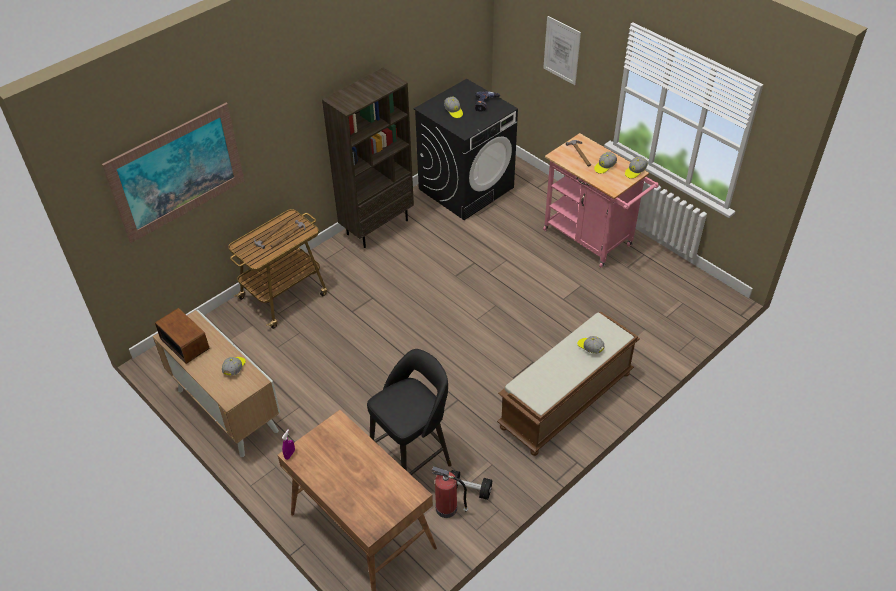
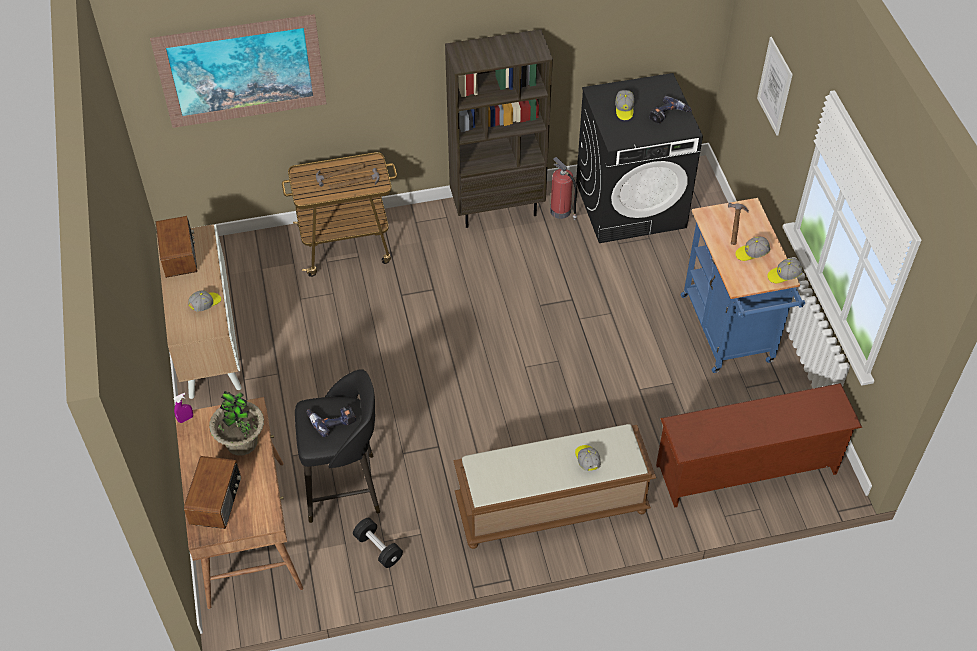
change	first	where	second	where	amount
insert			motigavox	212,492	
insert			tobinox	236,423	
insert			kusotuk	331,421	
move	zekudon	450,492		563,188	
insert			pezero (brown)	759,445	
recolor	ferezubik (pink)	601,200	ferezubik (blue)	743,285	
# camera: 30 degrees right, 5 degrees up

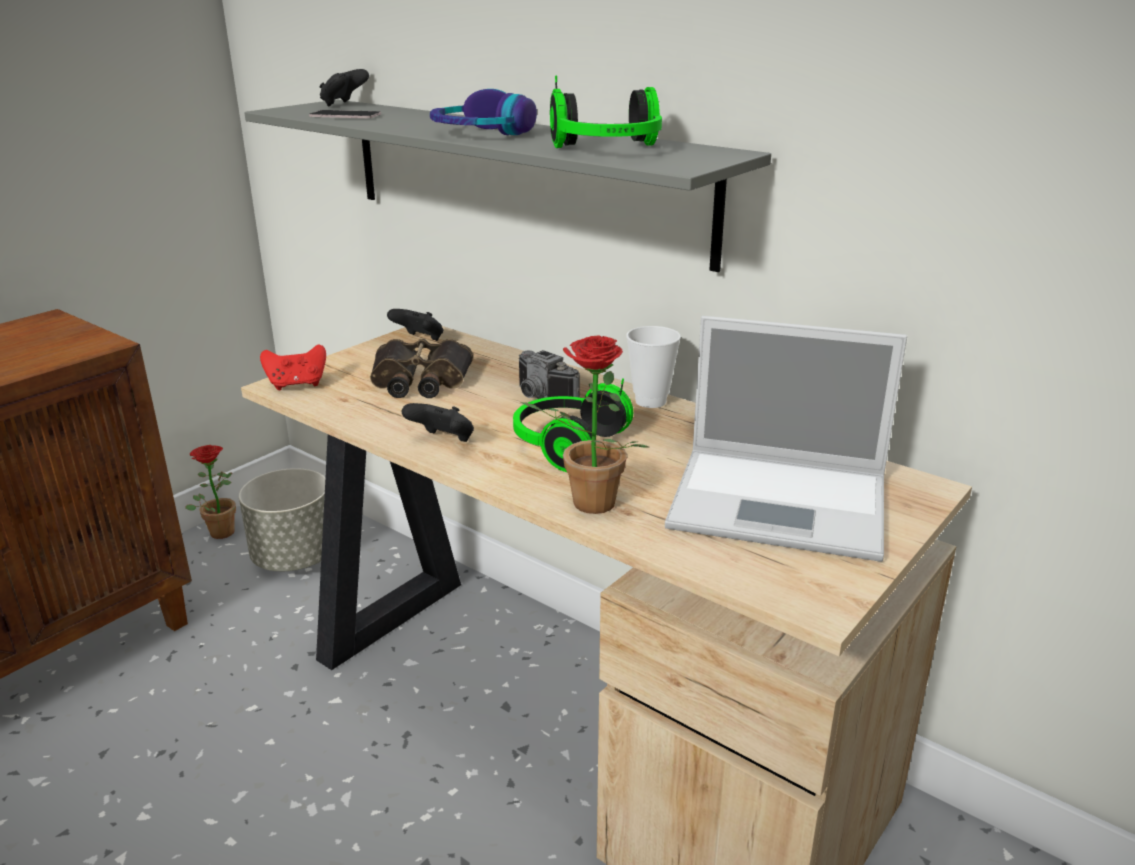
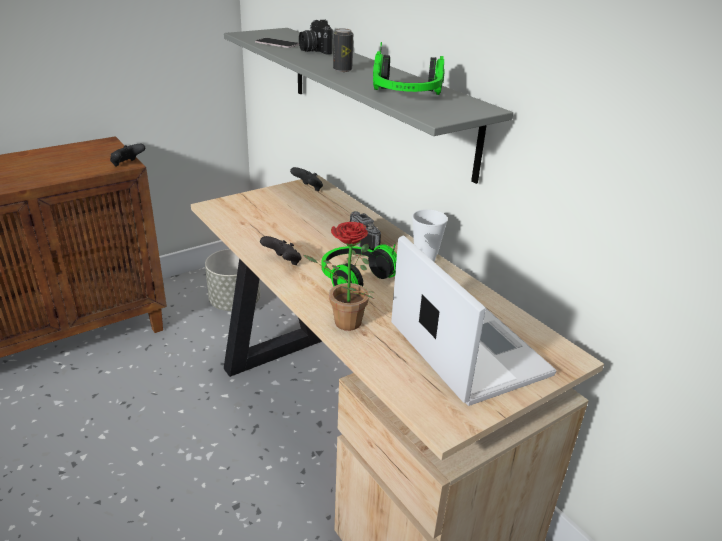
change	first	where	second	where	amount
move	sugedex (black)	344,87		127,155	
insert			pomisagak	316,37	
replace	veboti	483,112	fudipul	343,50	
rotate	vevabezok	786,439		473,320	150 degrees counterclockwise
delete	tobinox	210,492			
delete	sugedex (red)	293,367			
delete	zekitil	421,368			
# camera: 15 degrees right, 5 degrees up

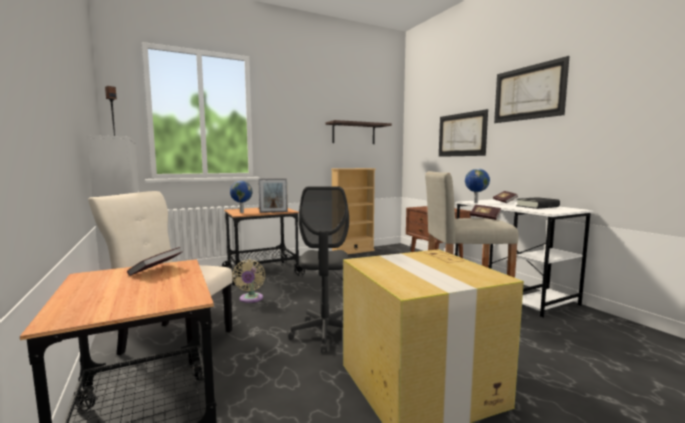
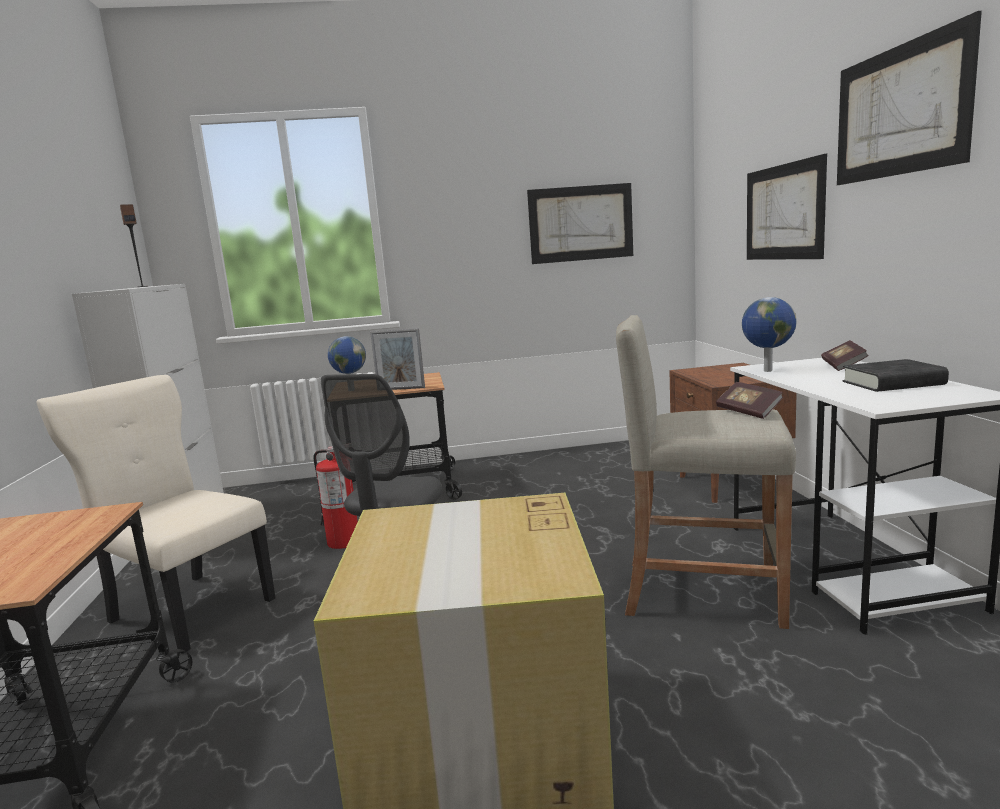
change	first	where	second	where	amount
replace	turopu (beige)	248,281	zekudon	335,497	
replace	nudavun	359,132	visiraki	580,223	
delete	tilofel	154,261			
delete	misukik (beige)	353,211			
# camera: 20 degrees right, 5 degrees up

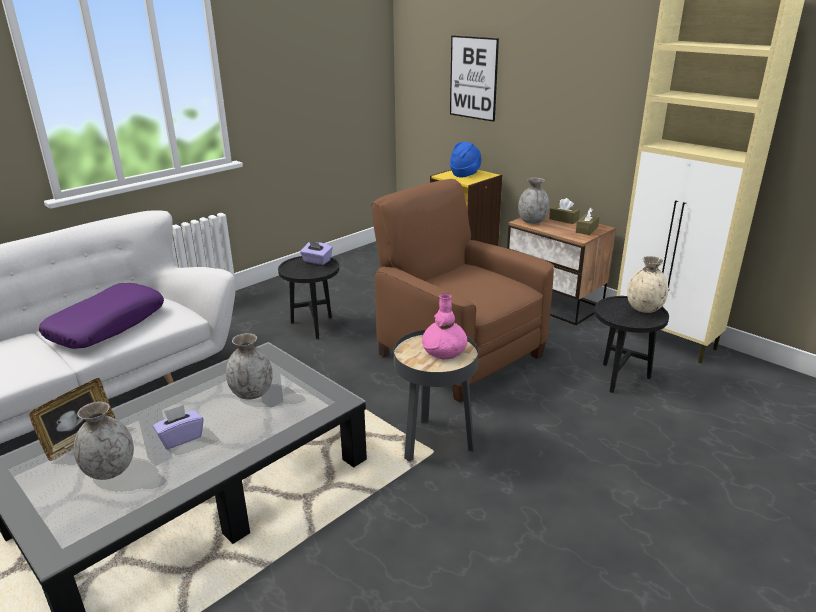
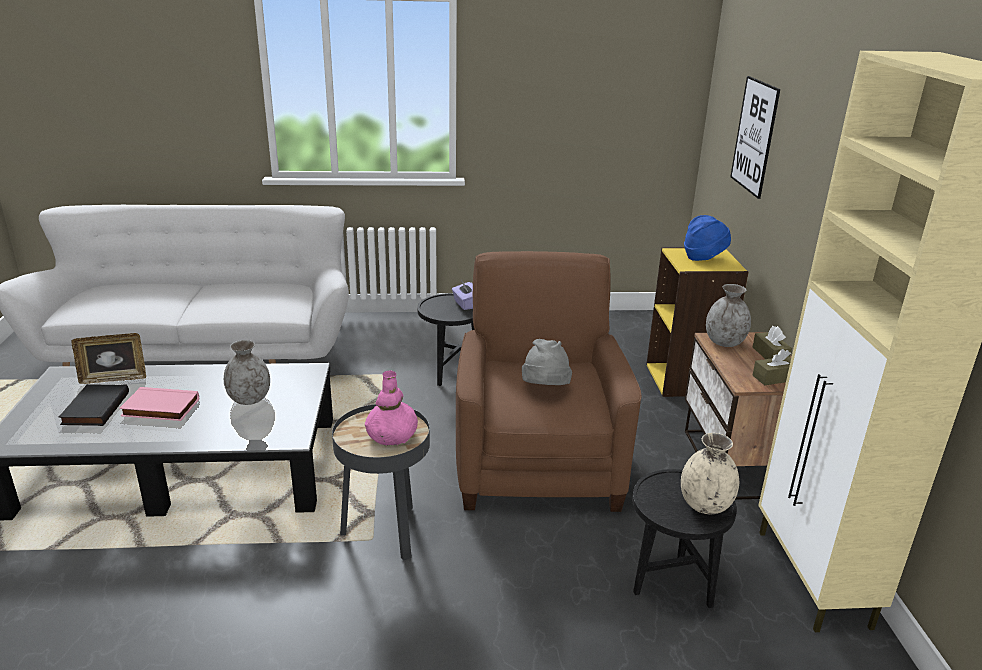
change	first	where	second	where	amount
replace	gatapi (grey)	104,441	tilofel (black)	94,405	
replace	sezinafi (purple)	178,427	tilofel (pink)	159,404	
insert			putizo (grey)	547,362	
delete	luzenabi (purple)	101,316			
# camera: 40 degrees right, 0 degrees up

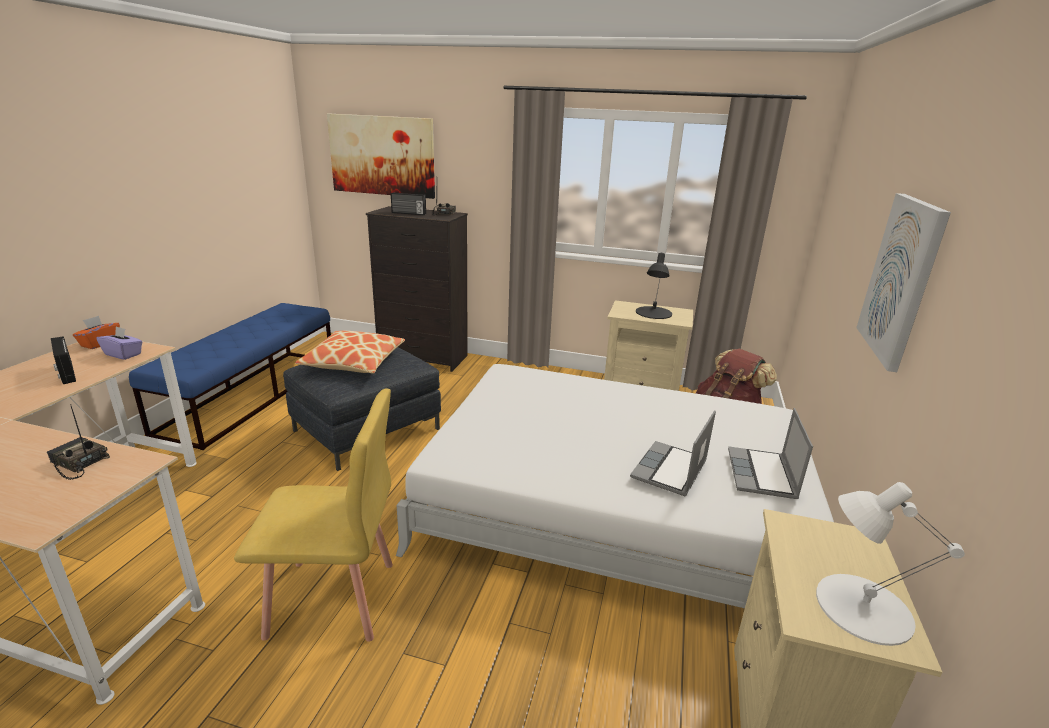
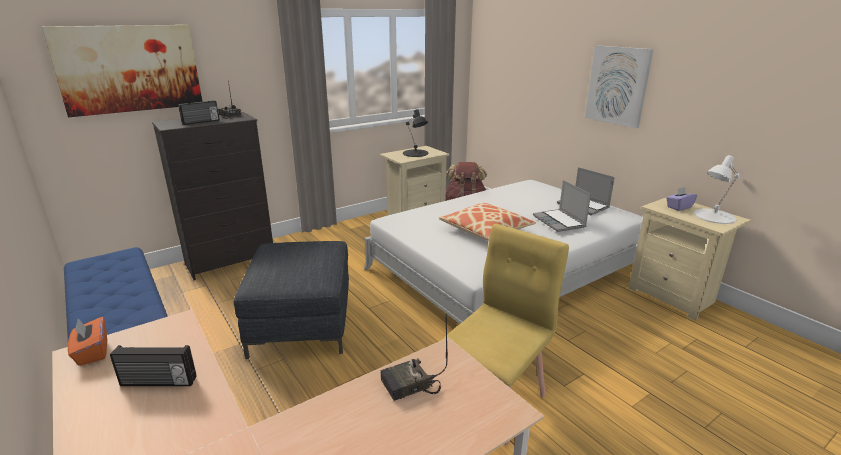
change	first	where	second	where	amount
move	luzenabi	350,352		487,222	
move	sezinafi (purple)	119,343		681,199	
# camera: 50 degrees left, 0 degrees up

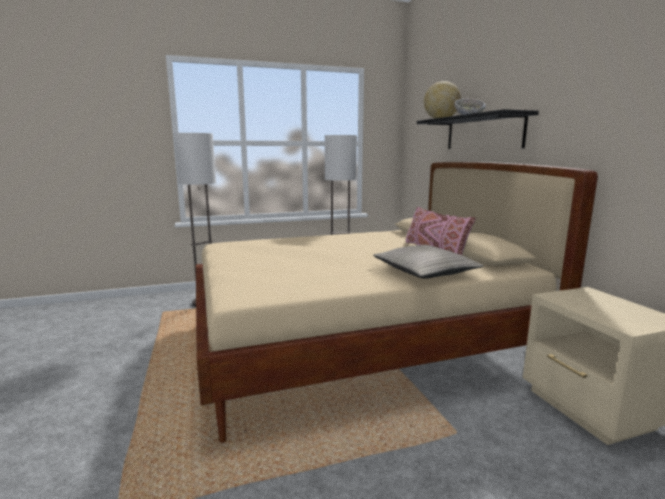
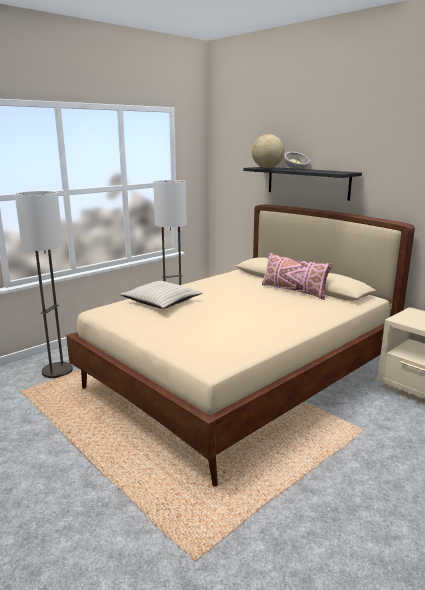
change	first	where	second	where	amount
move	luzenabi (beige)	428,262		161,295	
# camera: 25 degrees left, 5 degrees up

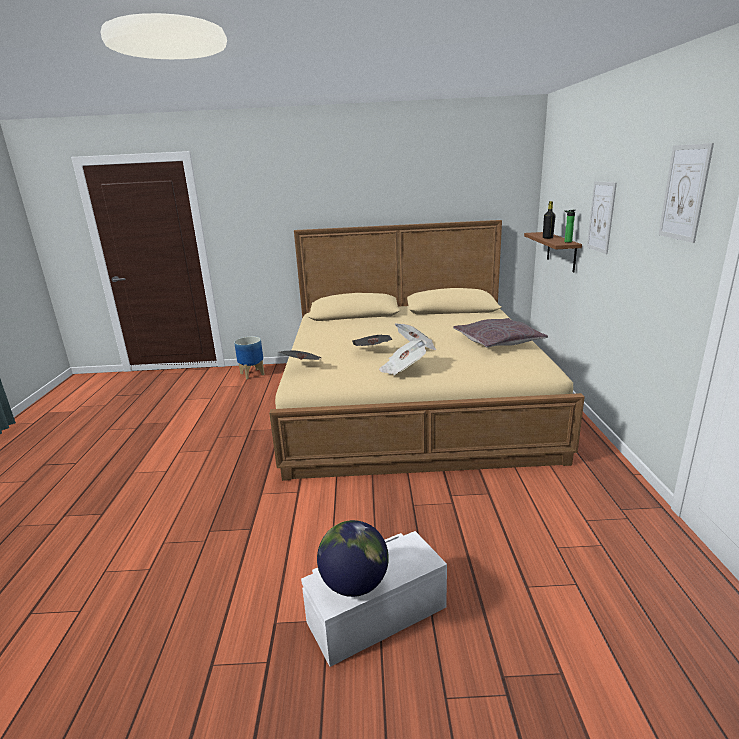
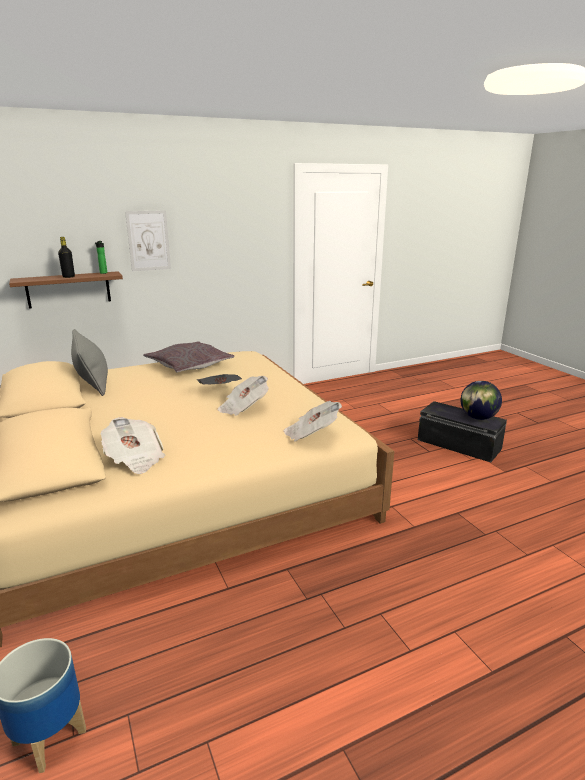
change	first	where	second	where	amount
insert			luzenabi (grey)	89,362	
move	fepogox	403,357		133,445	
recolor	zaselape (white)	374,599	zaselape (black)	462,431	
delete	visiraki	686,193			
# camera: 115 degrees left, 0 degrees up

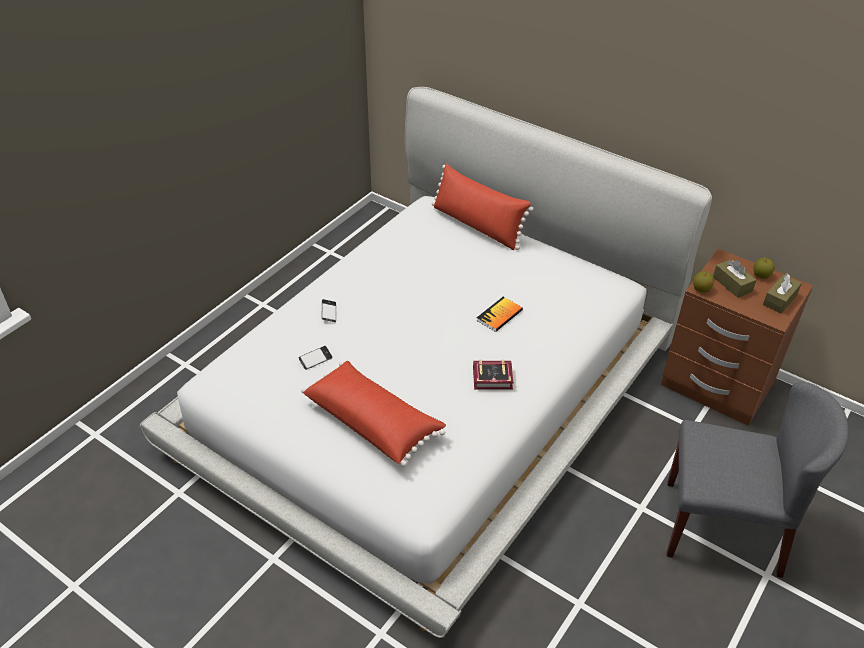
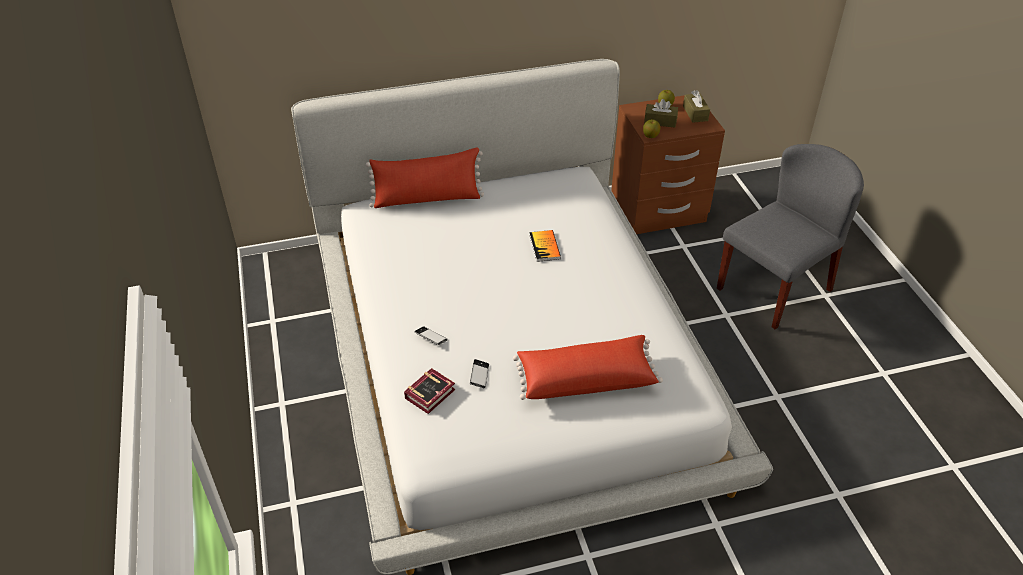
change	first	where	second	where	amount
move	tilofel	493,375		429,391	
# camera: 50 degrees left, 0 degrees up

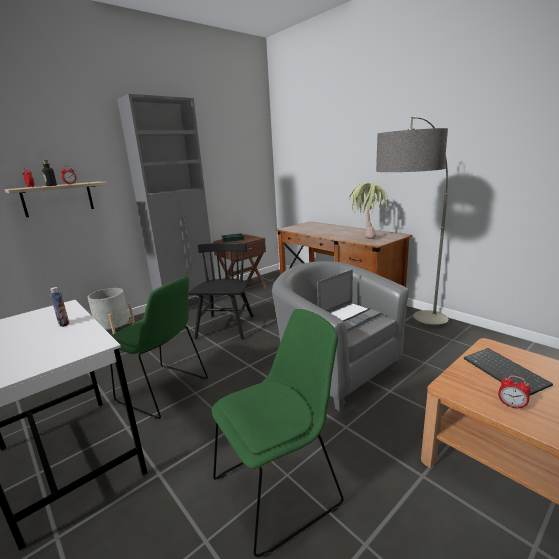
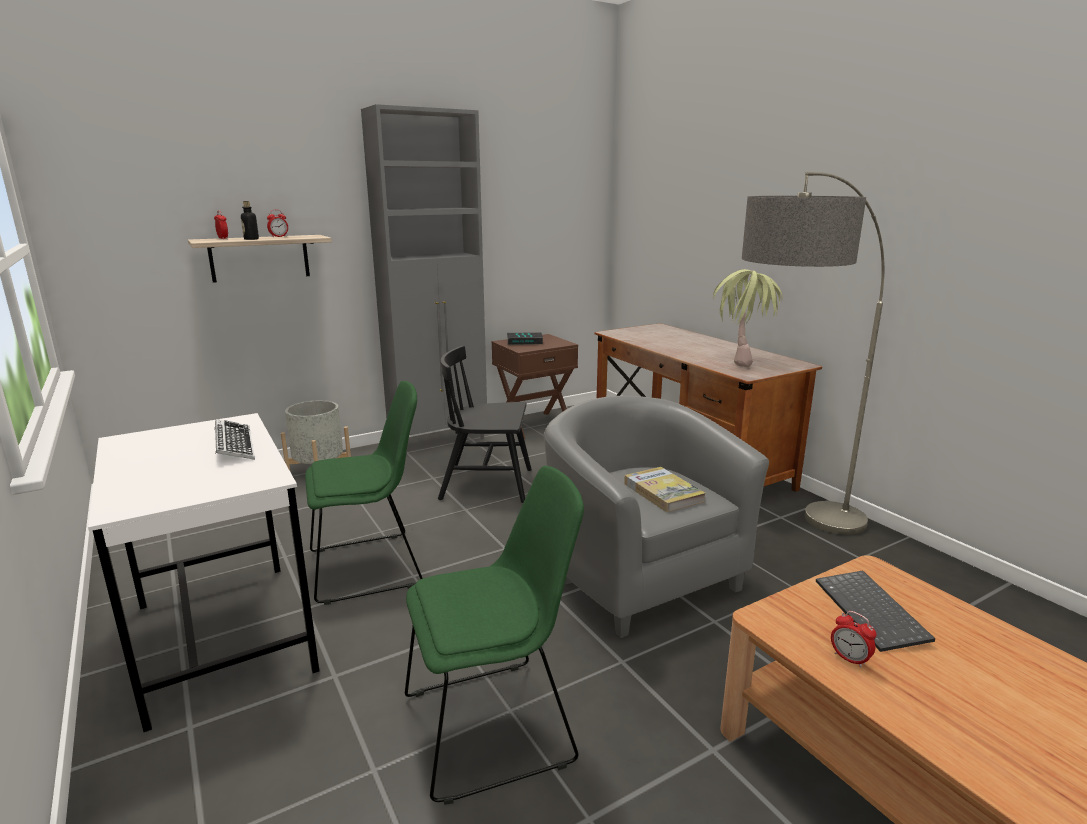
change	first	where	second	where	amount
replace	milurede	59,307	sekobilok	234,439	
rotate	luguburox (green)	159,348		364,493	60 degrees counterclockwise
rotate	luguburox (black)	220,291		485,424	105 degrees counterclockwise
replace	vevabezok	349,300	tilofel	665,489	
# camera: 10 degrees right, 0 degrees up

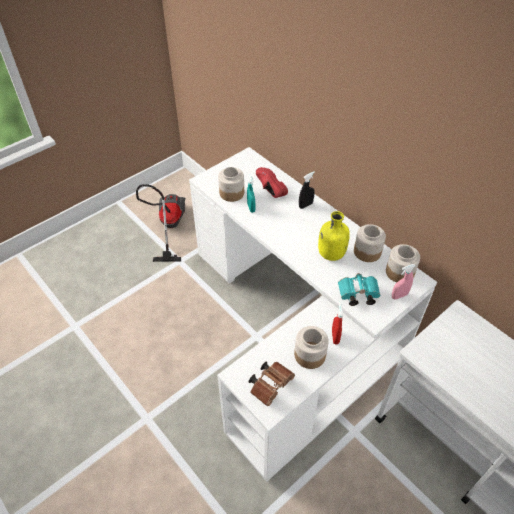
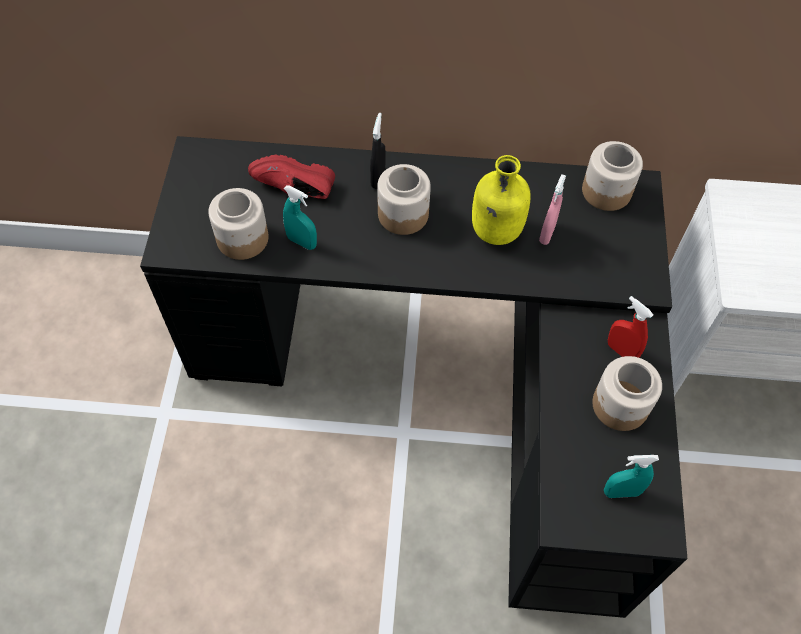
change	first	where	second	where	amount
recolor	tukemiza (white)	313,314	tukemiza (black)	413,377	
move	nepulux	370,243		404,199	
move	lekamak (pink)	403,282		552,209	
replace	zekitil (brown)	271,383	lekamak (turquoise)	631,476	
delete	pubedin	161,223			
delete	zekitil (turquoise)	359,289			
# camera: 45 degrees left, 10 degrees up

